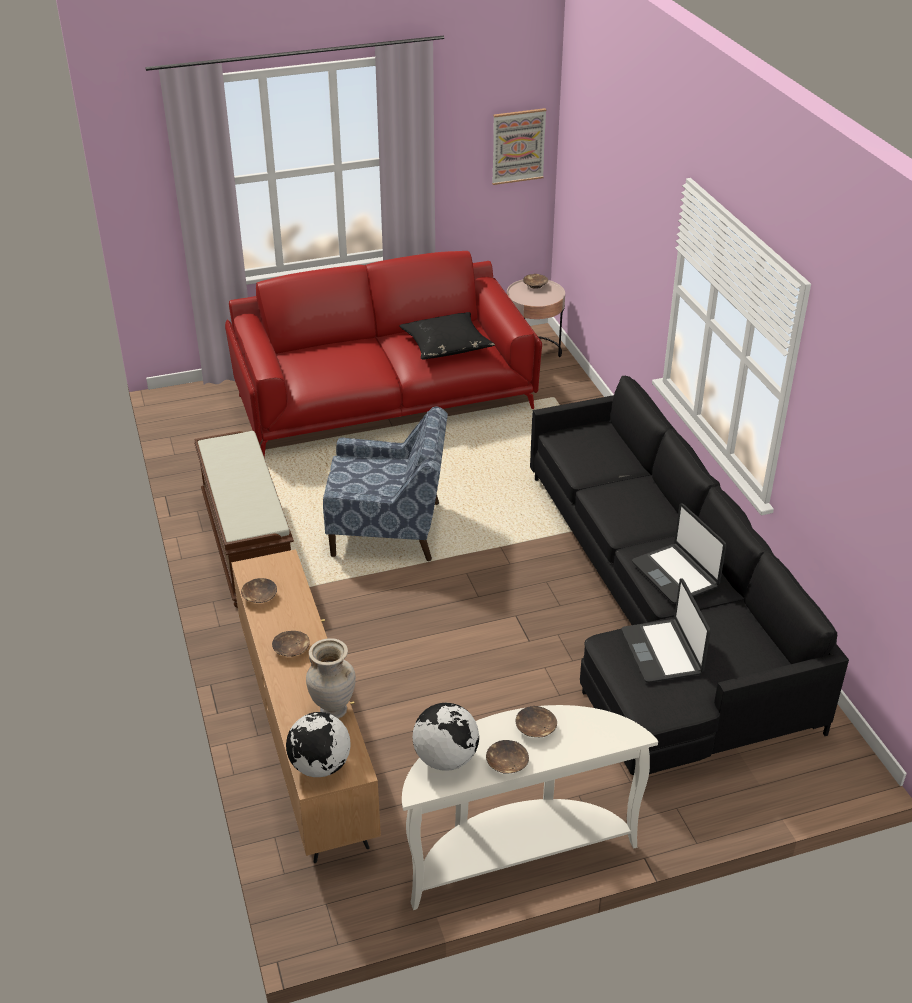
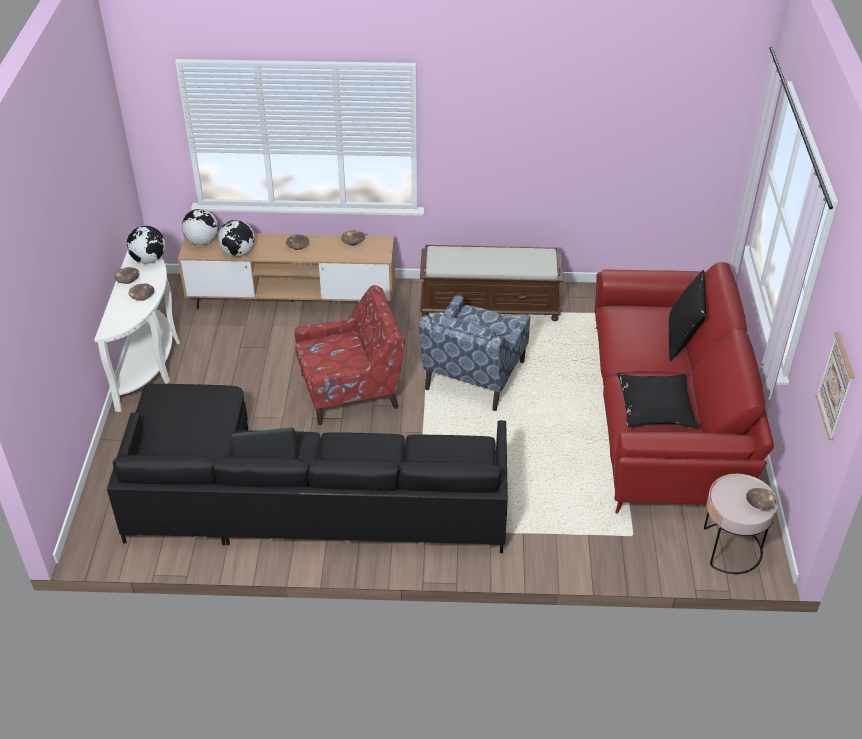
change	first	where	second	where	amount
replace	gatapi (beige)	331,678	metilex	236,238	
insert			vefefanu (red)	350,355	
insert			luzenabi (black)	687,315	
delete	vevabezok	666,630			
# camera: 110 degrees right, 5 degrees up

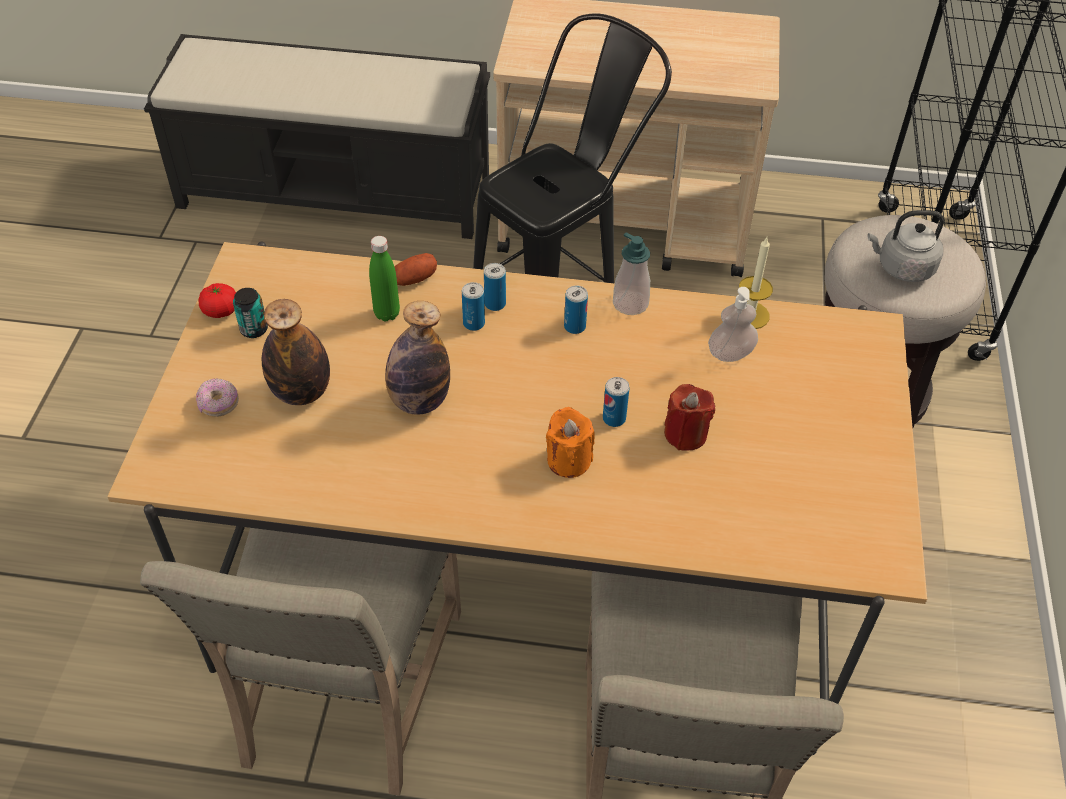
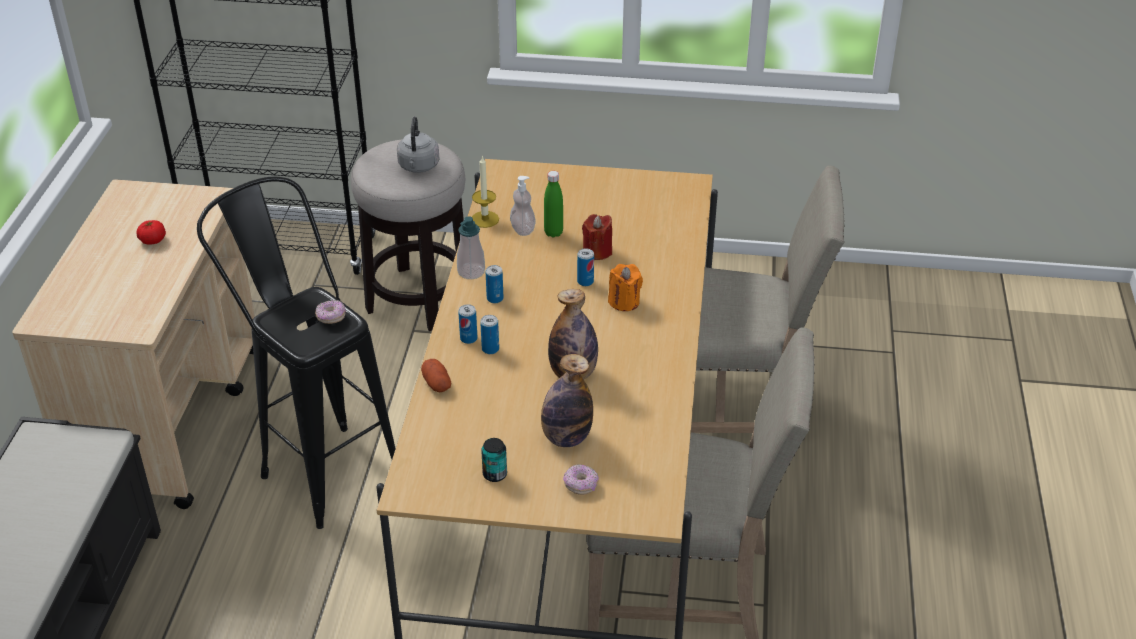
change	first	where	second	where	amount
move	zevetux	217,300		151,232	
insert			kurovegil	330,312	
move	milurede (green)	384,278		553,204	
# camera: 90 degrees left, 10 degrees down

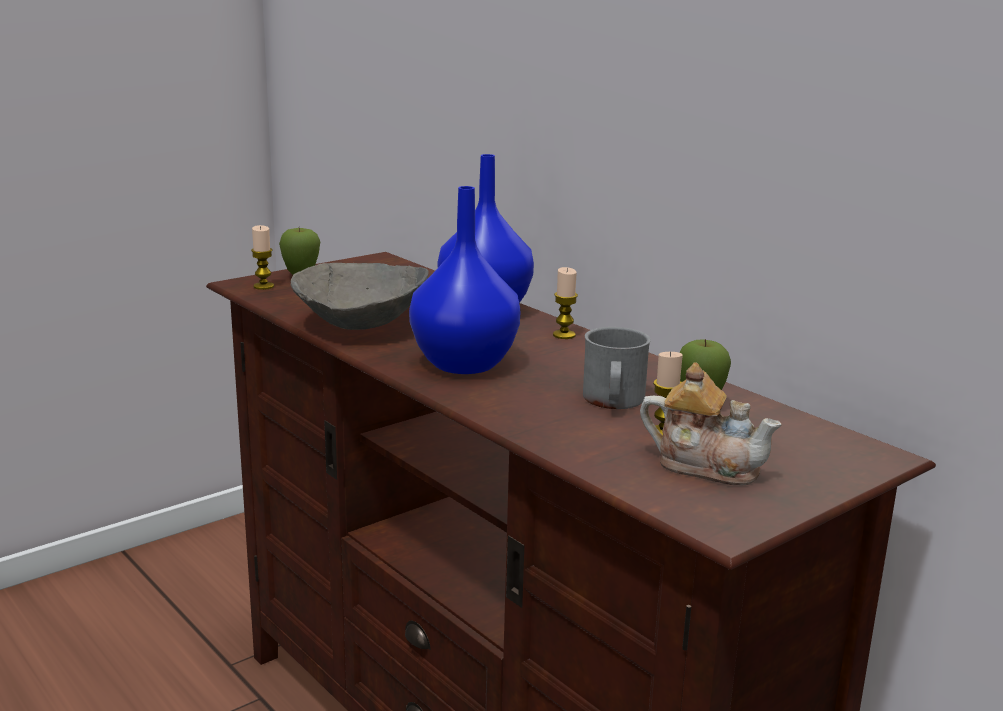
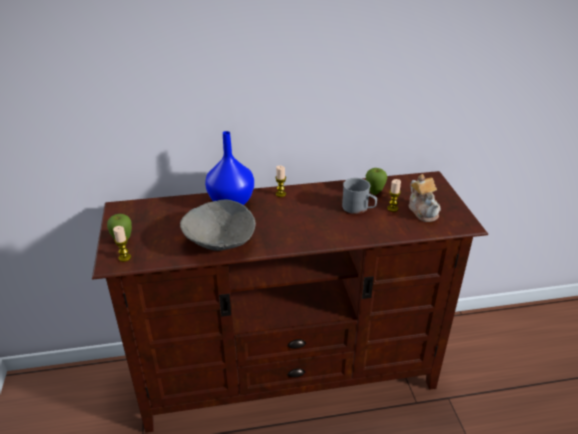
change	first	where	second	where	amount
rotate	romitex	711,423		425,198	105 degrees clockwise
delete	gatapi (blue)	464,280			
# camera: 60 degrees left, 15 degrees up

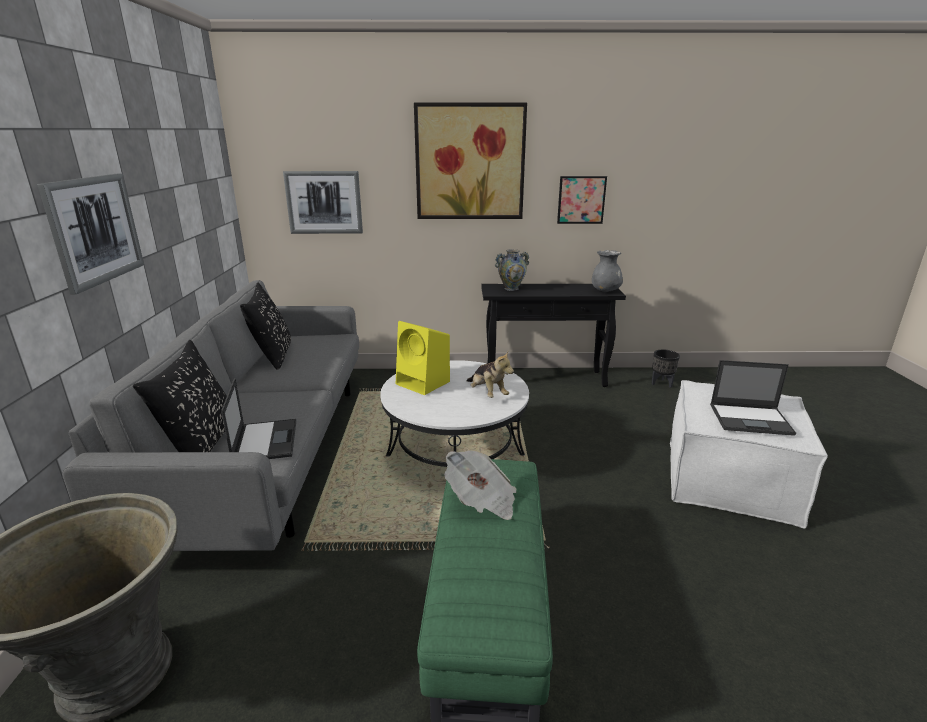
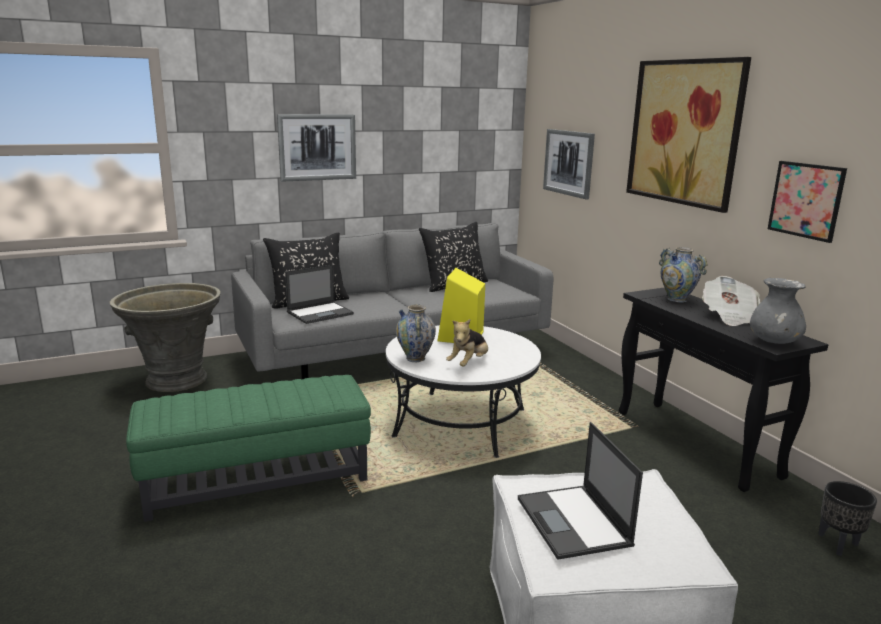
change	first	where	second	where	amount
insert			gatapi	416,333	
move	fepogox	480,485		731,301	
# camera: 65 degrees right, 5 degrees down

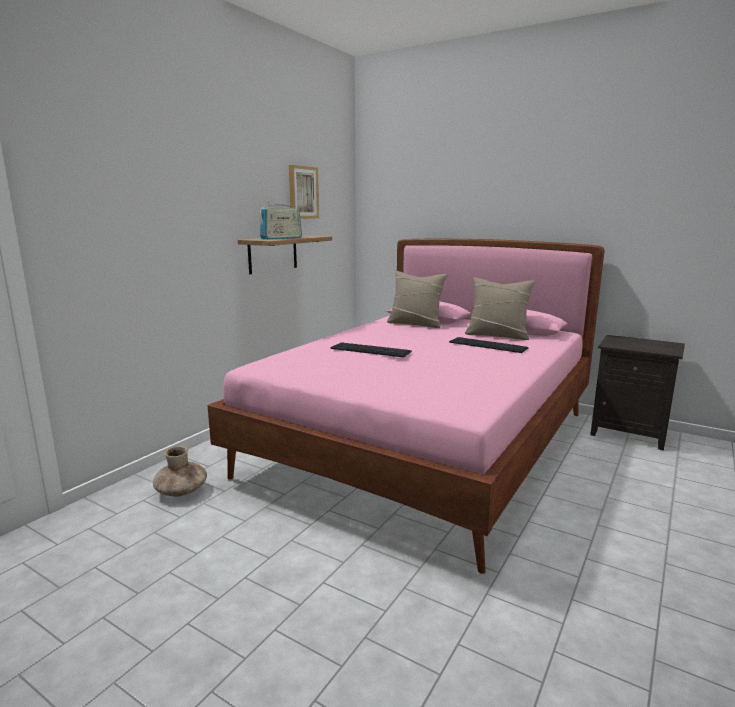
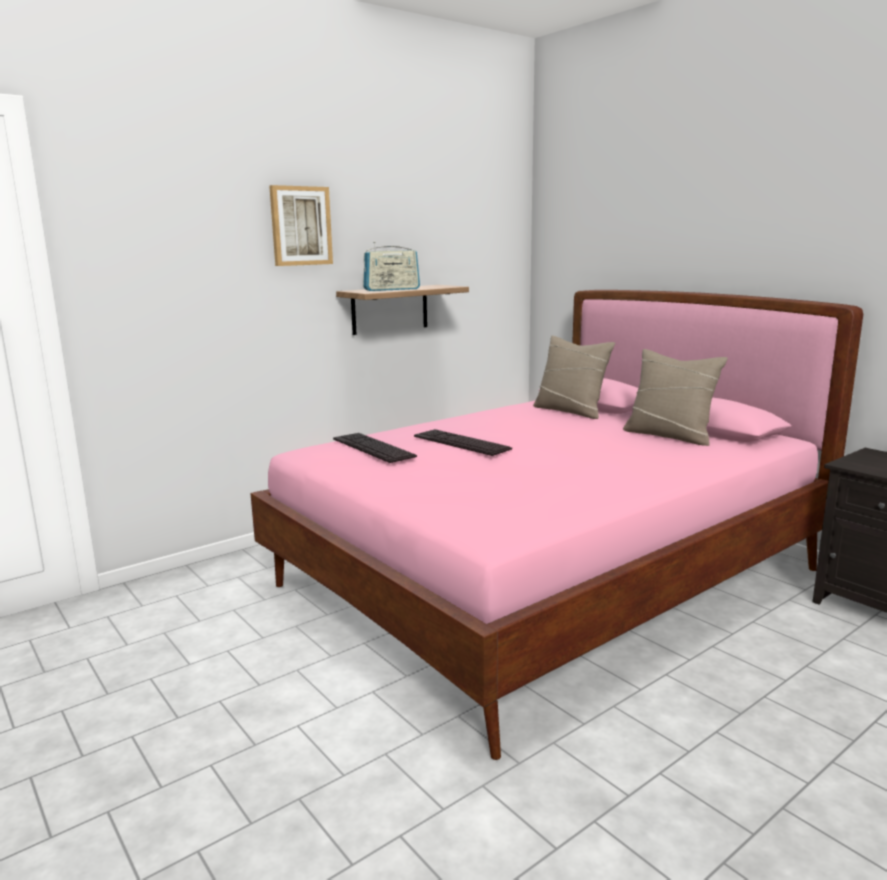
change	first	where	second	where	amount
move	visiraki	304,192		301,225	
move	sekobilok	489,345		375,448	
delete	gatapi (brown)	180,471			
# camera: 20 degrees right, 0 degrees up

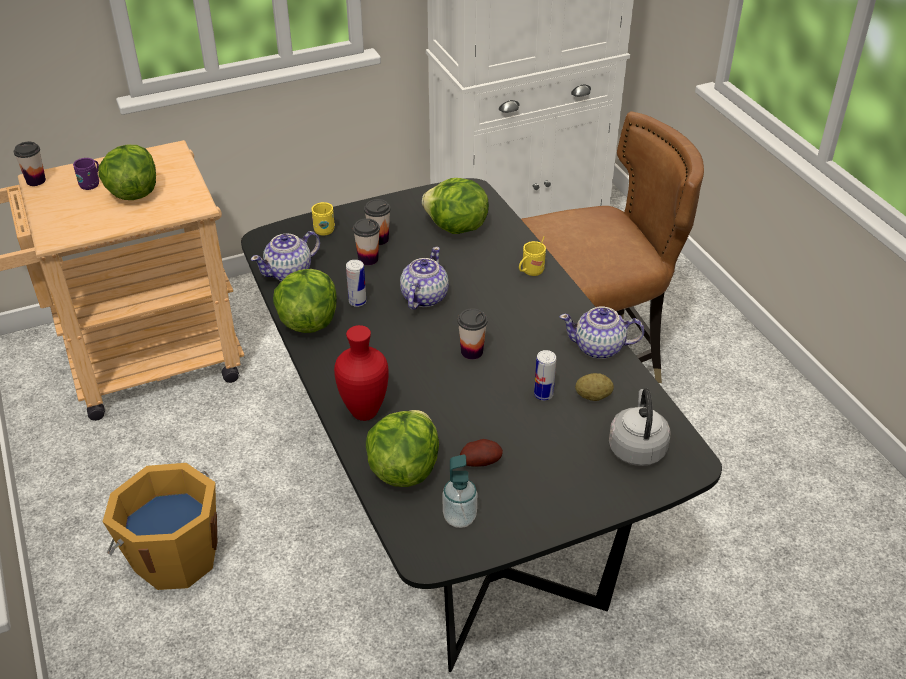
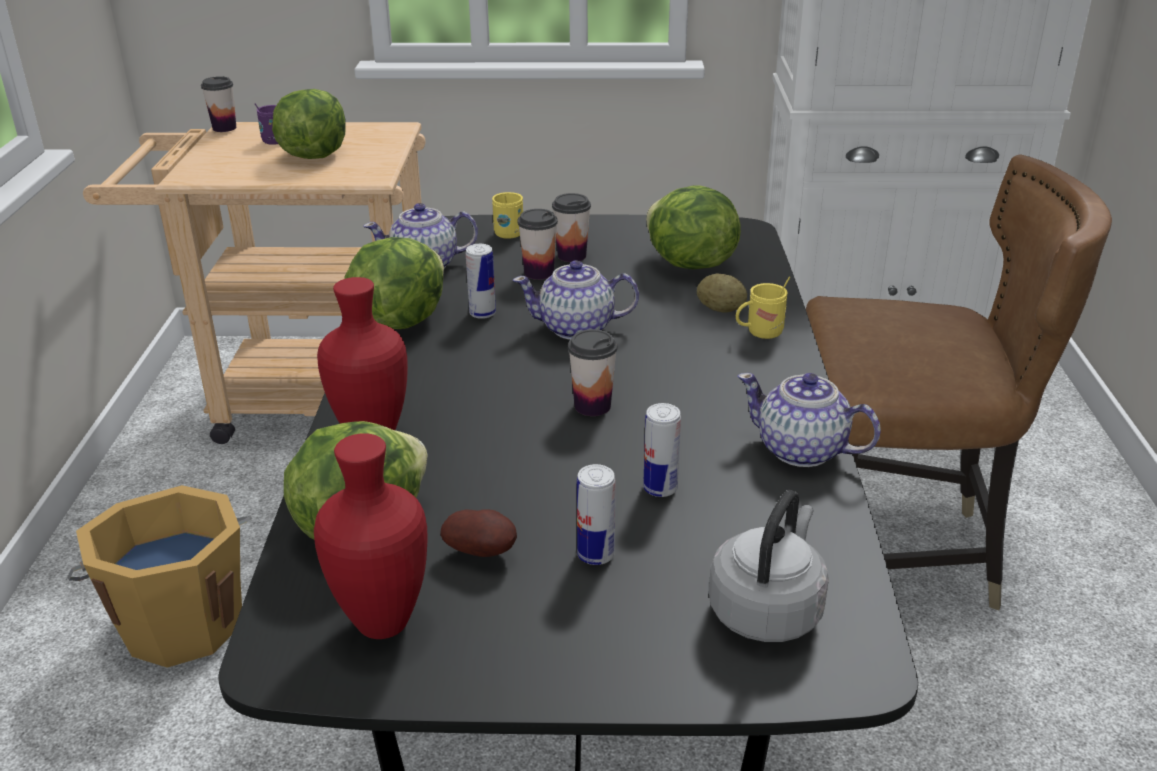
change	first	where	second	where	amount
replace	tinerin	460,491	gatapi (red)	371,536	
rotate	romitex	424,278		576,300	135 degrees counterclockwise
insert			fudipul	596,514	
move	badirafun	594,387		722,293	
# camera: 25 degrees right, 10 degrees down

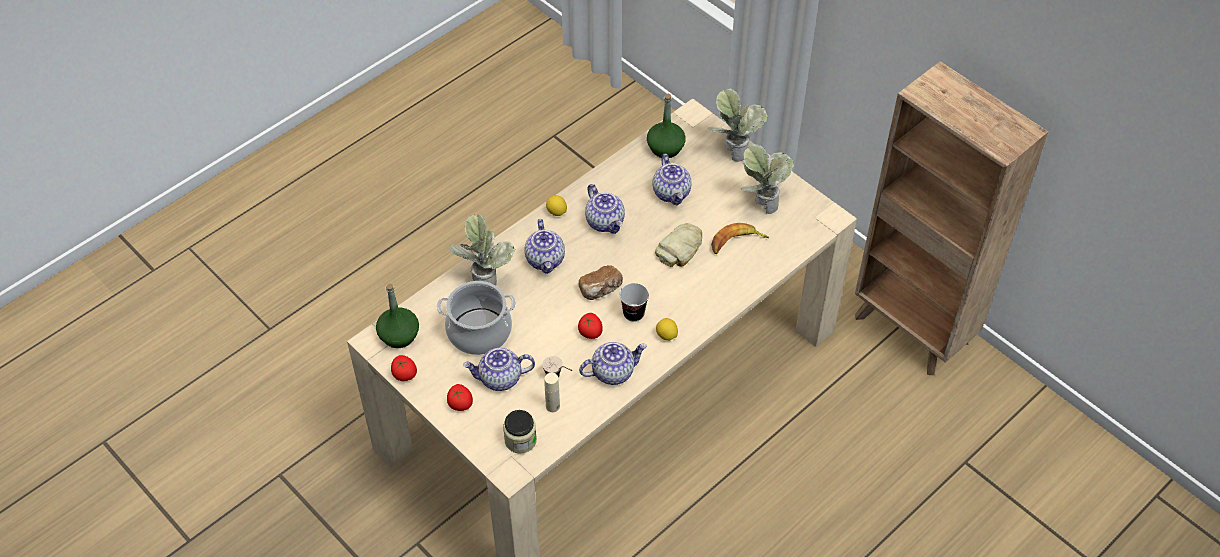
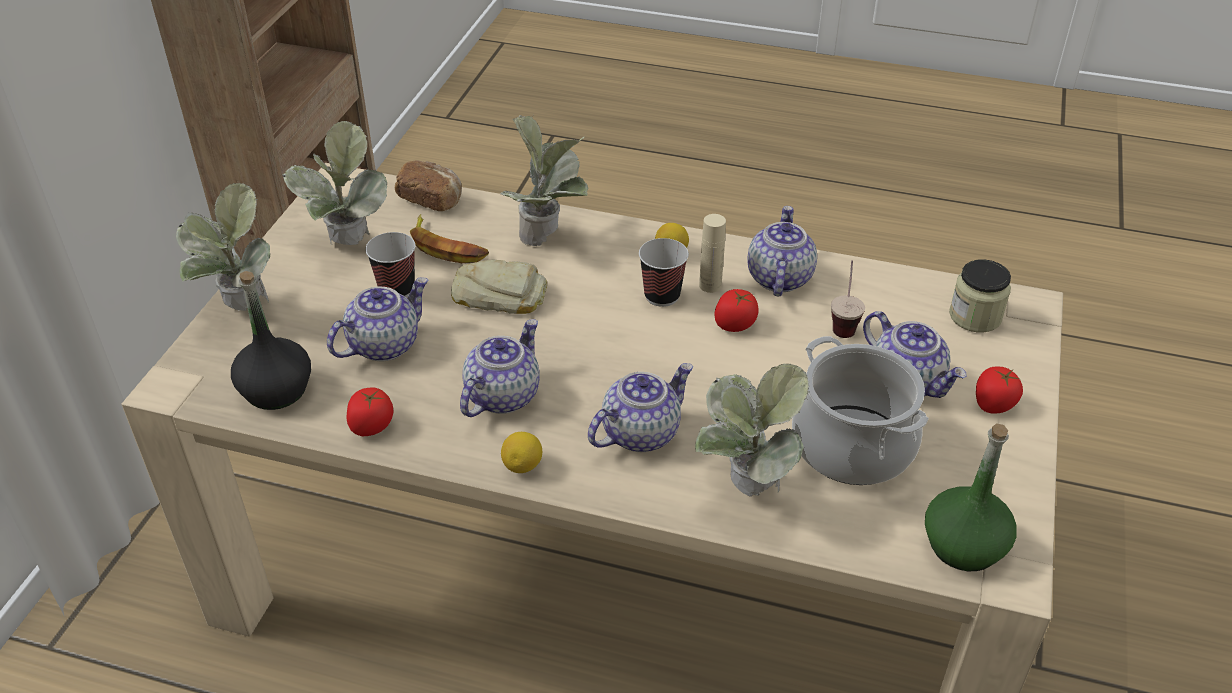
change	first	where	second	where	amount
recolor	milurede (green)	666,126	milurede (black)	271,340	
move	zevetux	404,368		369,411	
insert			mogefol	390,265	
move	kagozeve	601,282		428,186	
insert			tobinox	544,180	
move	milurede (beige)	552,392		712,253	
rotate	romitex	613,363		782,251	60 degrees clockwise
# camera: 120 degrees left, 10 degrees down

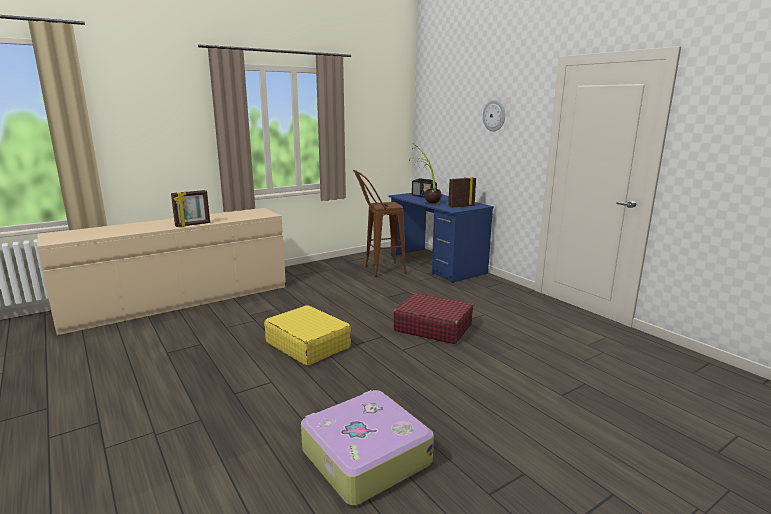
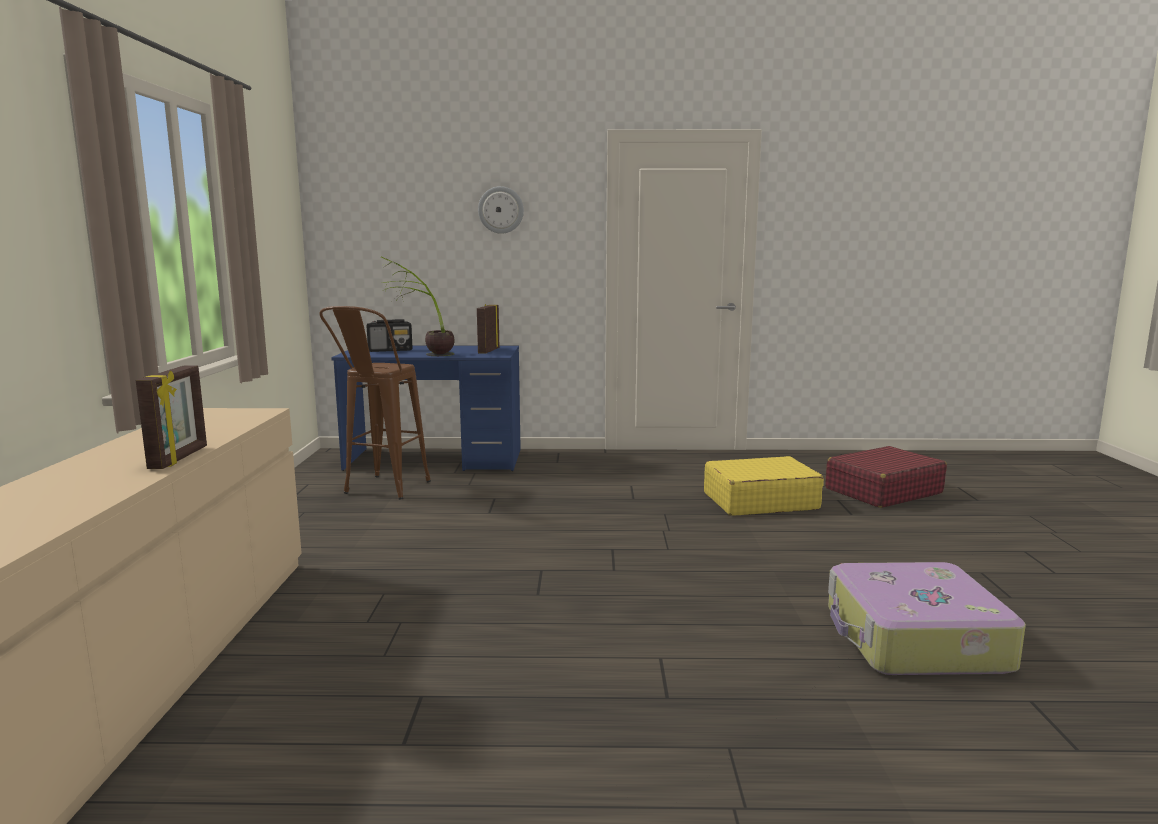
change	first	where	second	where	amount
move	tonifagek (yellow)	307,335		764,486	
move	tonifagek (red)	433,318		886,477	
# camera: 55 degrees left, 5 degrees down

